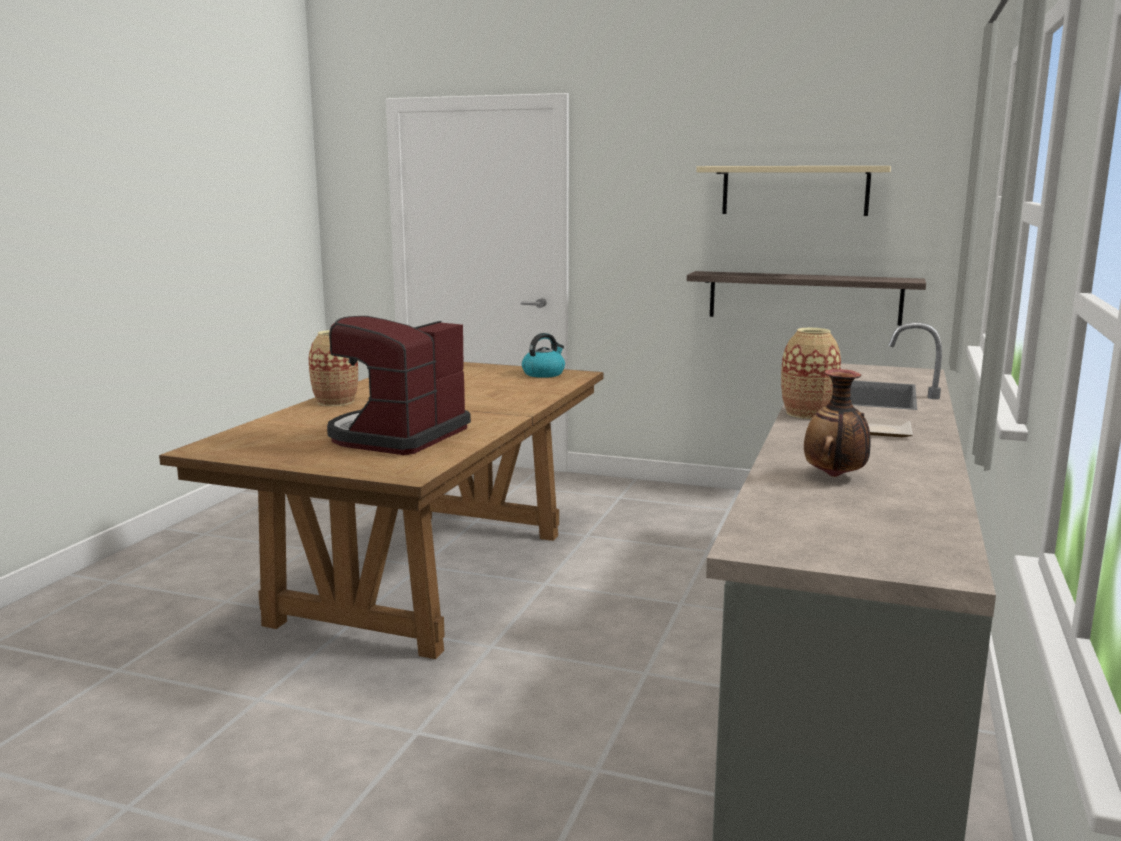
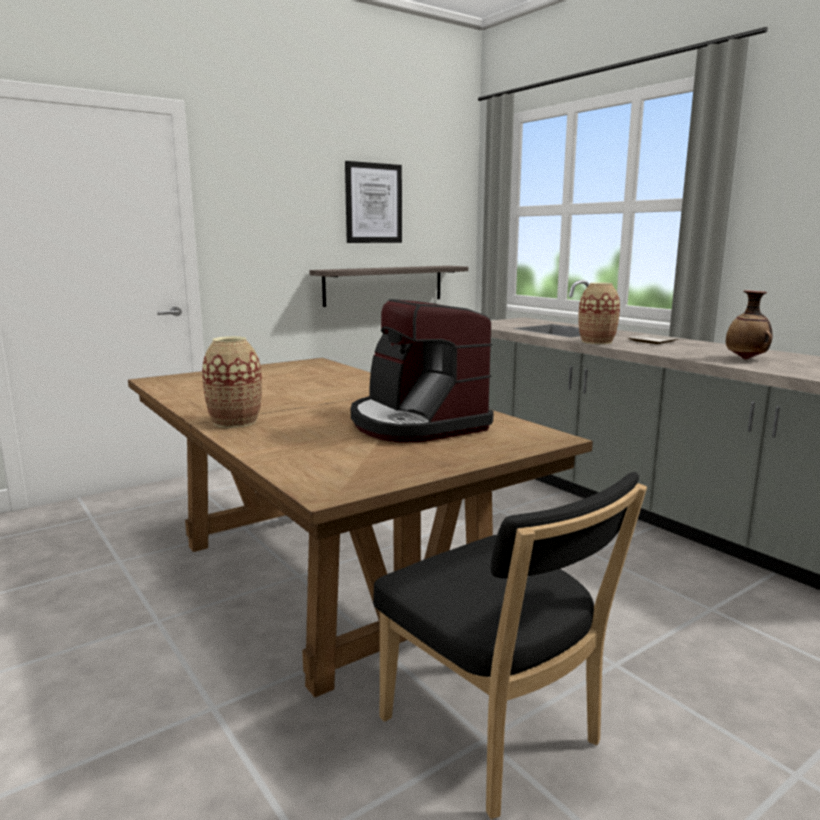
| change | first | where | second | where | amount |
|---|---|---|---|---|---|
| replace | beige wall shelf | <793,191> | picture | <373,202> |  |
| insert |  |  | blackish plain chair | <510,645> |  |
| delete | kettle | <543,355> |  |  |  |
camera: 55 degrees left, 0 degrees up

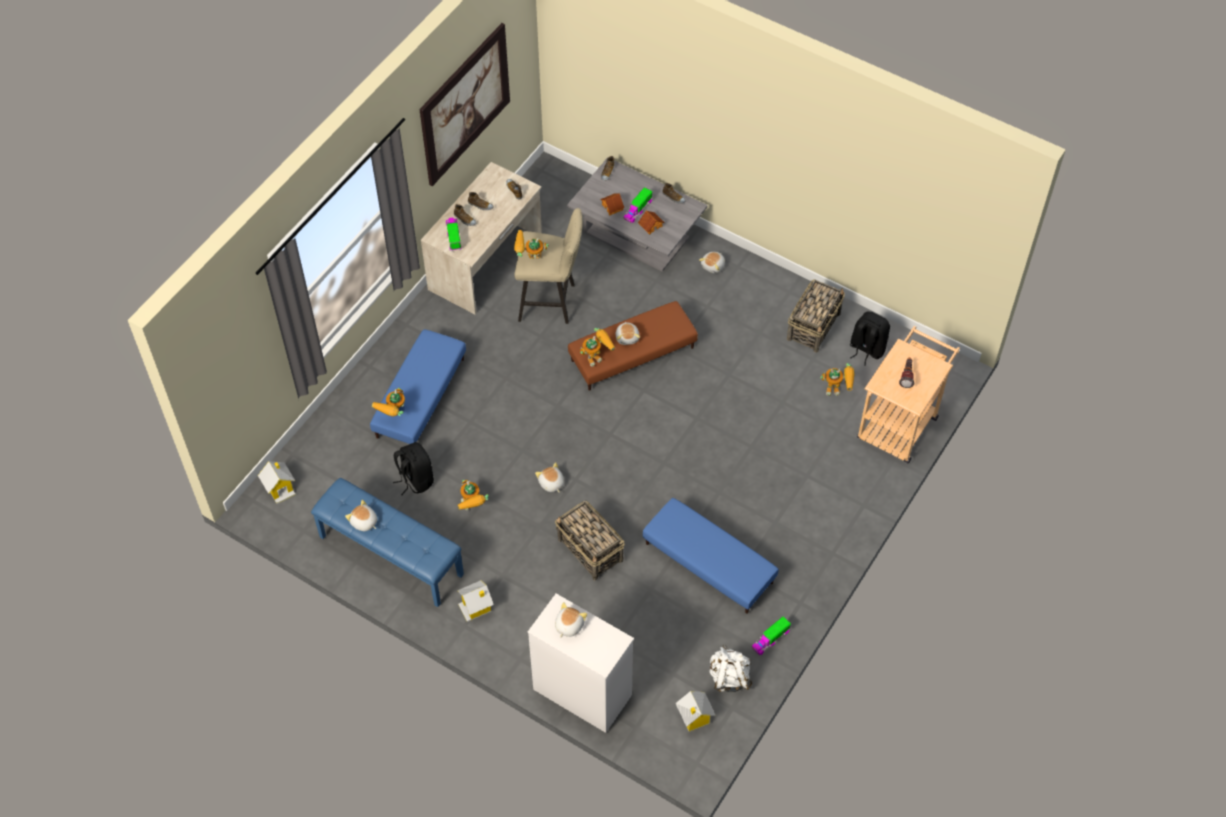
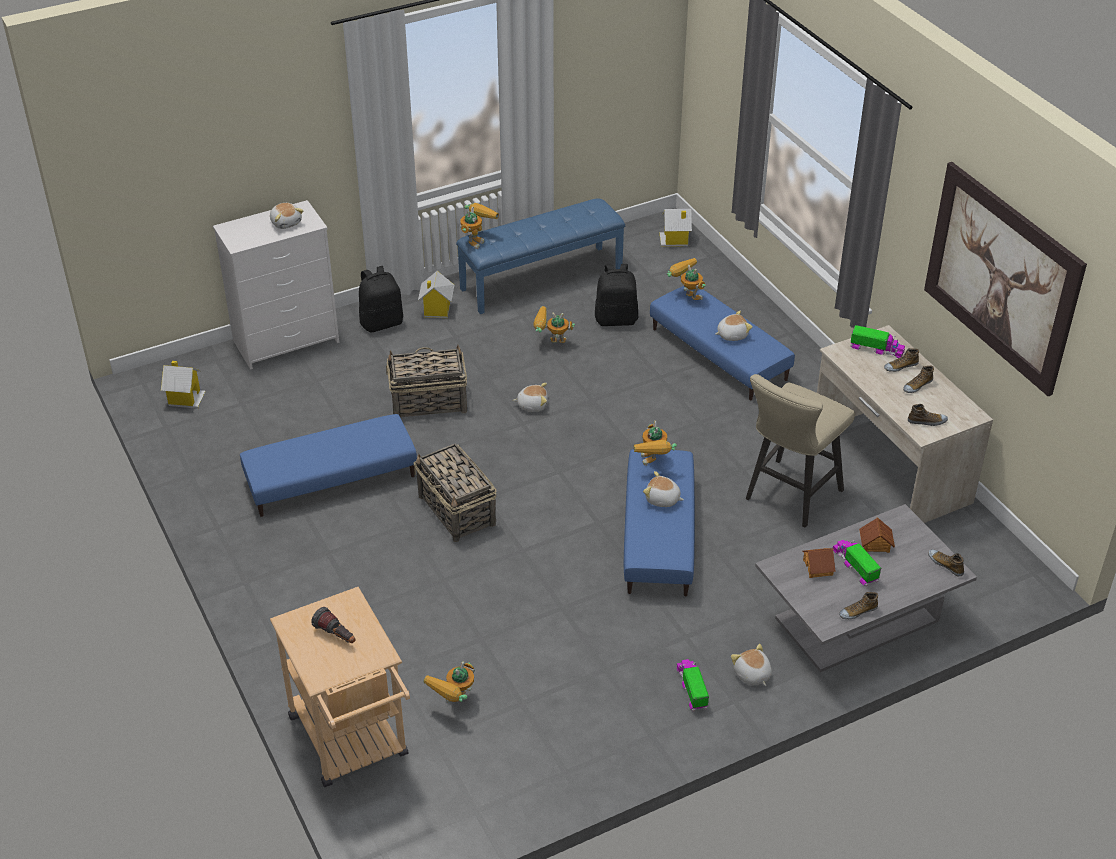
| change | first | where | second | where | amount |
|---|---|---|---|---|---|
| move | blackish knapsack | <870,338> |  | <381,299> |  |
| move | household basket | <816,316> |  | <455,492> |  |
| move | toy robot | <531,244> |  | <479,226> |  |
| recolor | brownish footrest | <633,346> | bluish footrest | <659,522> |  |
| move | toy truck | <771,635> |  | <693,685> |  |
| move | cuddly toy | <361,515> |  | <733,326> |  |
| delete | whitish knapsack | <731,668> |  |  |  |
camera: 120 degrees right, 15 degrees down

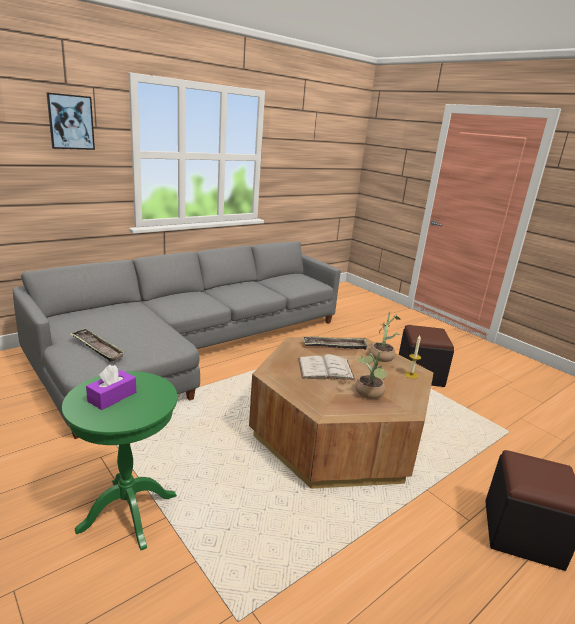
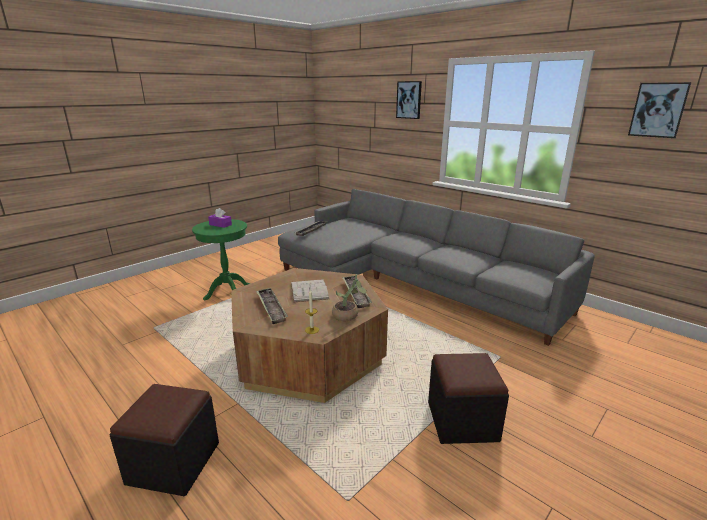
| change | first | where | second | where | amount |
|---|---|---|---|---|---|
| replace | potted plant | <371,375> | tray | <272,306> |  |
| insert |  |  | picture | <659,110> |  |
camera: 85 degrees right, 0 degrees up

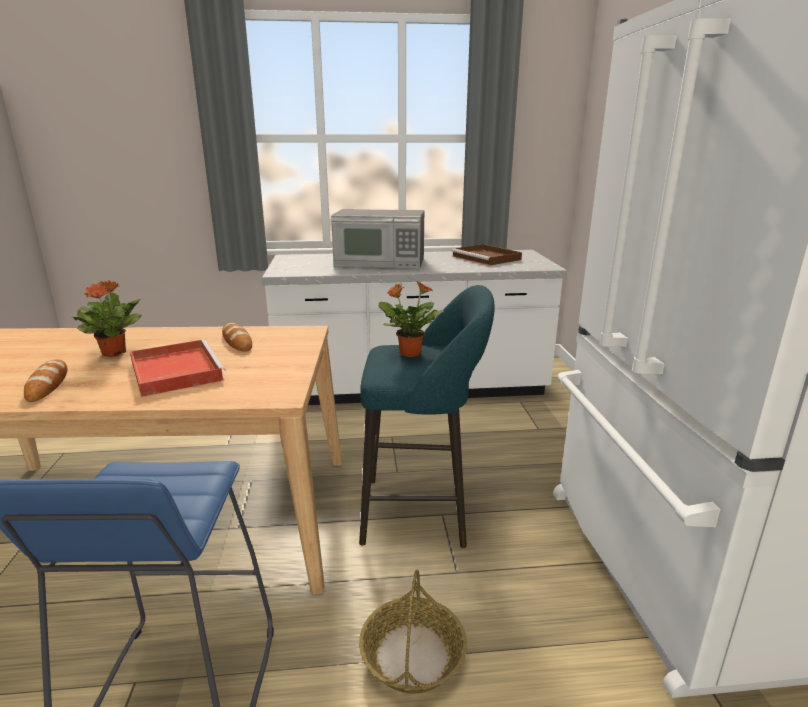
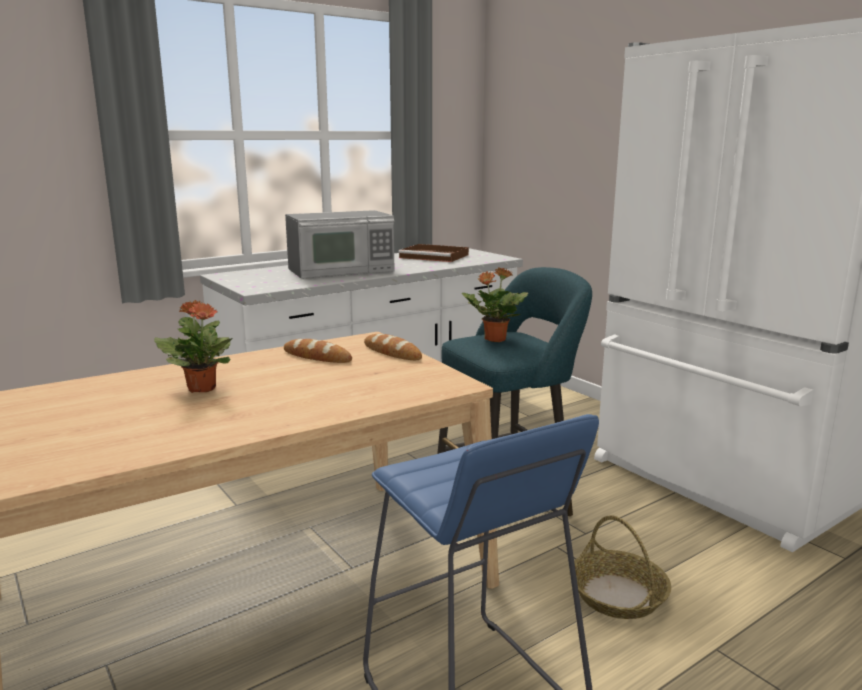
| change | first | where | second | where | amount |
|---|---|---|---|---|---|
| move | bakery bread | <45,380> |  | <393,347> |  |
| delete | reddish tray | <178,368> |  |  |  |
camera: 30 degrees left, 5 degrees down

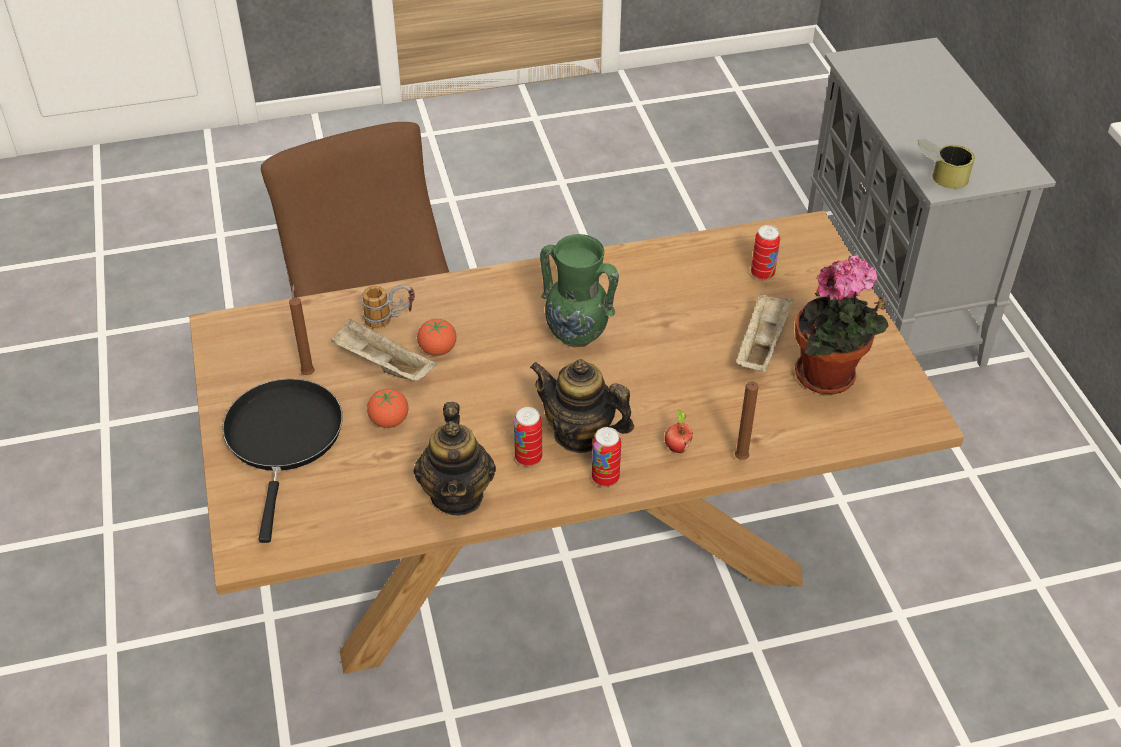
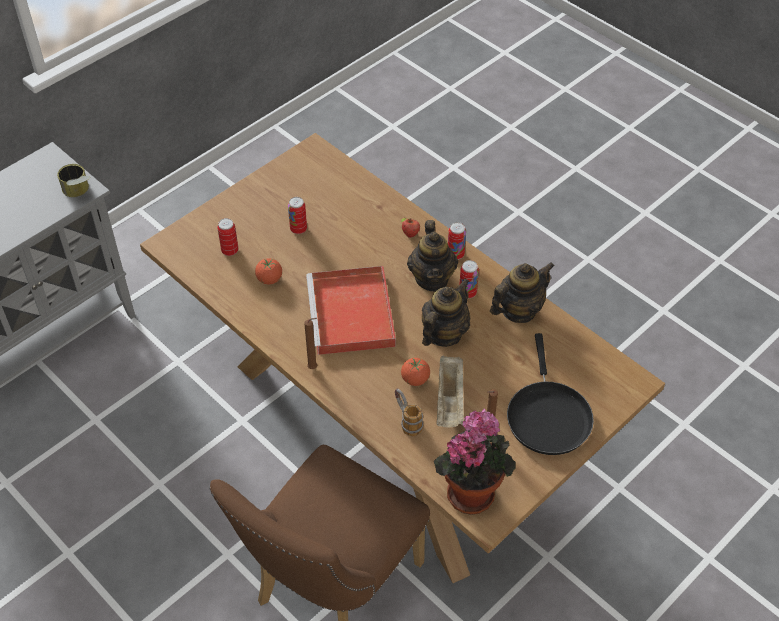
| change | first | where | second | where | amount |
|---|---|---|---|---|---|
| move | tomato | <387,408> |  | <268,271> |  |
| replace | beige tray | <765,332> | can | <297,215> |  |
| move | brownish wax light | <746,420> |  | <310,343> |  |
| replace | green-coloured decorative vase | <579,291> | reddish tray | <351,310> |  |
| insert |  |  | tea pot | <446,312> |  |
| move | potted plant | <842,324> |  | <475,462> |  |
| rotate | blackish pan | <282,461> |  | <550,394> | 60 degrees counterclockwise |
camera: 120 degrees left, 5 degrees up

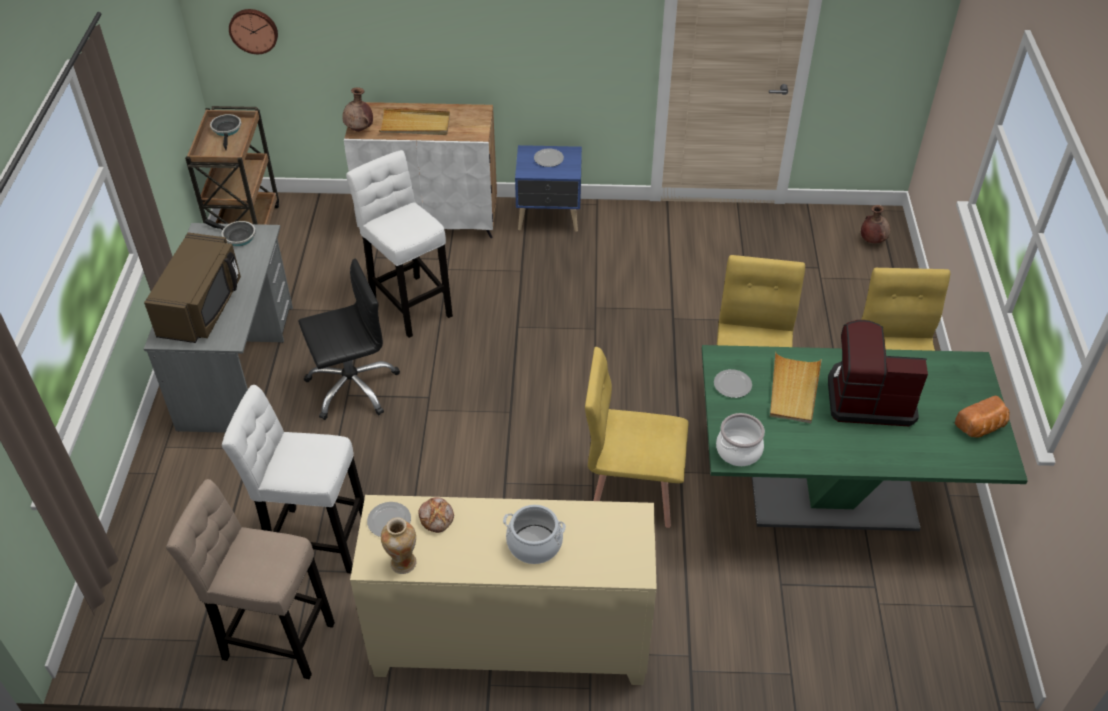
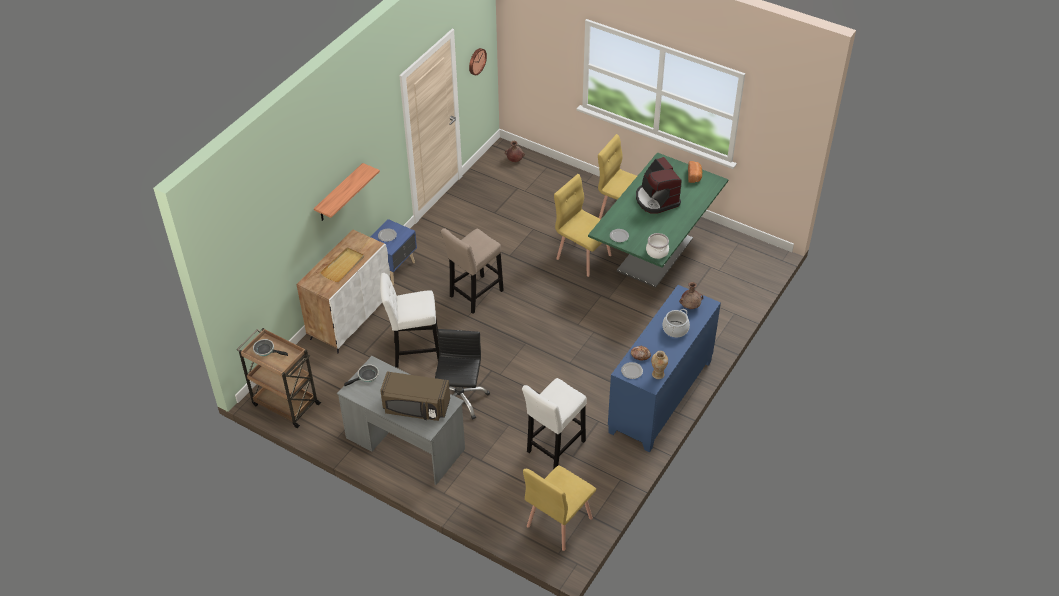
| change | first | where | second | where | amount |
|---|---|---|---|---|---|
| insert |  |  | wall shelf | <347,192> |  |
| rotate | brownish microwave | <192,287> |  | <415,396> | 150 degrees clockwise |
| move | beige stool | <250,579> |  | <472,271> |  |
| move | clock on the wall | <253,31> |  | <478,61> |  |
| move | yellow-coloured plain chair | <637,437> |  | <559,508> |  |
| recolor | beige cabinet | <503,590> | bluish cabinet | <664,368> |  |
| rotate | coffee maker | <878,373> |  | <659,185> | 60 degrees counterclockwise |
| move | brownish decorative vase | <357,109> |  | <691,295> |  |
| delete | beige tray | <796,387> |  |  |  |
camera: 60 degrees left, 0 degrees up

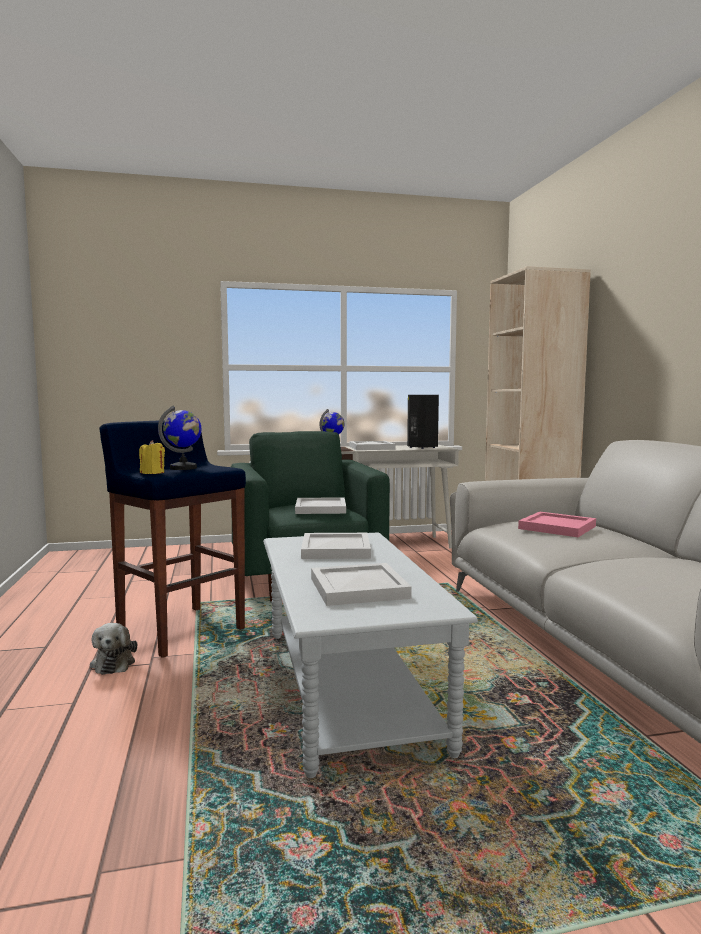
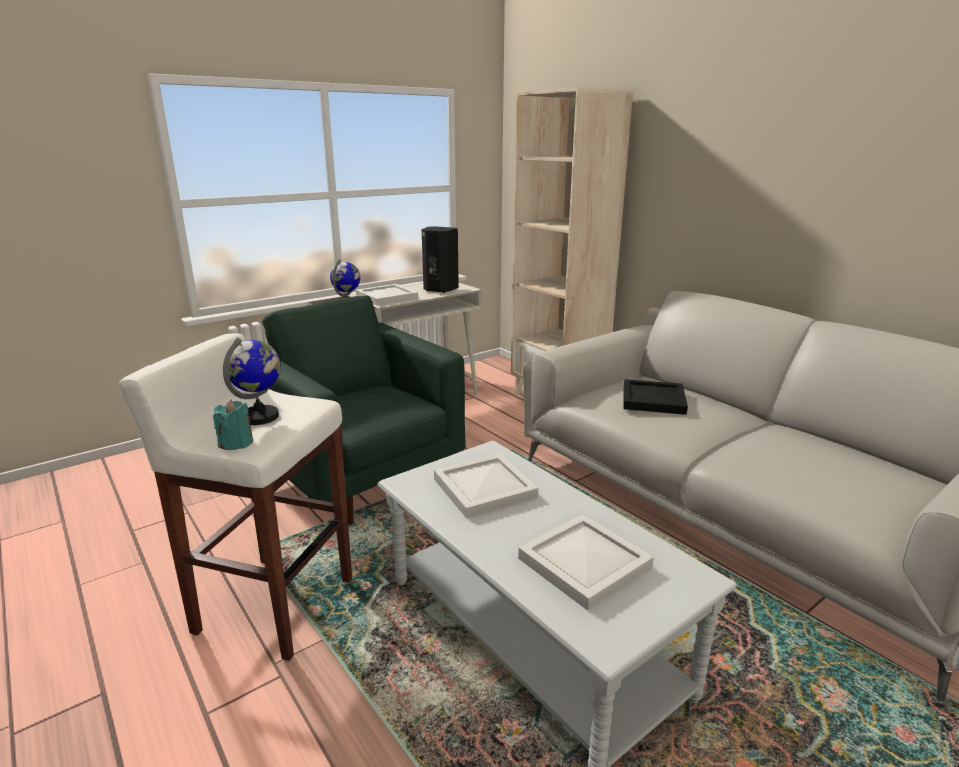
| change | first | where | second | where | amount |
|---|---|---|---|---|---|
| recolor | bluish stool | <172,539> | whitish stool | <235,497> |  |
| recolor | yellow-coloured wax light | <152,457> | blue-green wax light | <233,424> |  |
| recolor | pink tray | <557,524> | blackish tray | <655,397> |  |
| delete | cuddly toy | <113,649> |  |  |  |
| delete | whitish tray | <320,505> |  |  |  |
camera: 25 degrees left, 15 degrees up

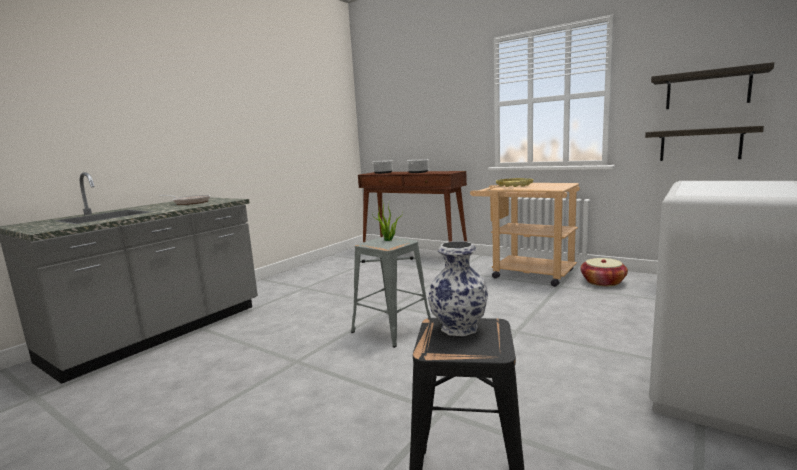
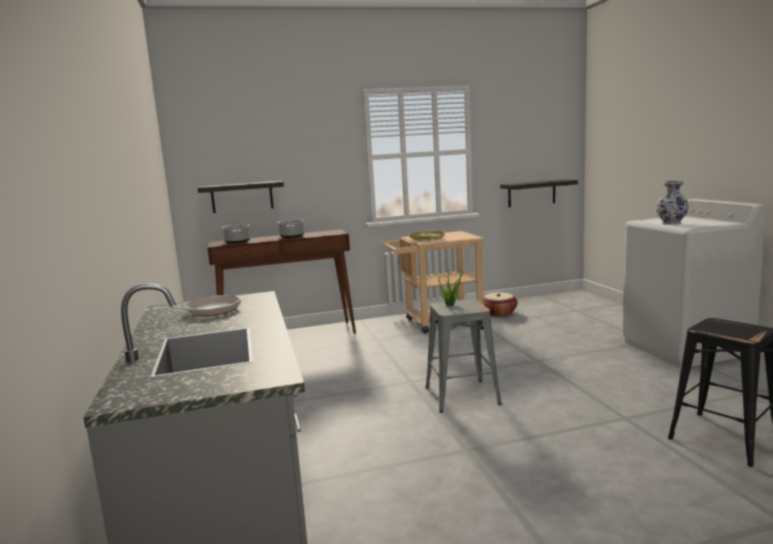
| change | first | where | second | where | amount |
|---|---|---|---|---|---|
| move | wall shelf | <712,85> |  | <241,197> |  |
| move | decorative vase | <458,288> |  | <672,203> |  |
camera: 50 degrees left, 0 degrees up

